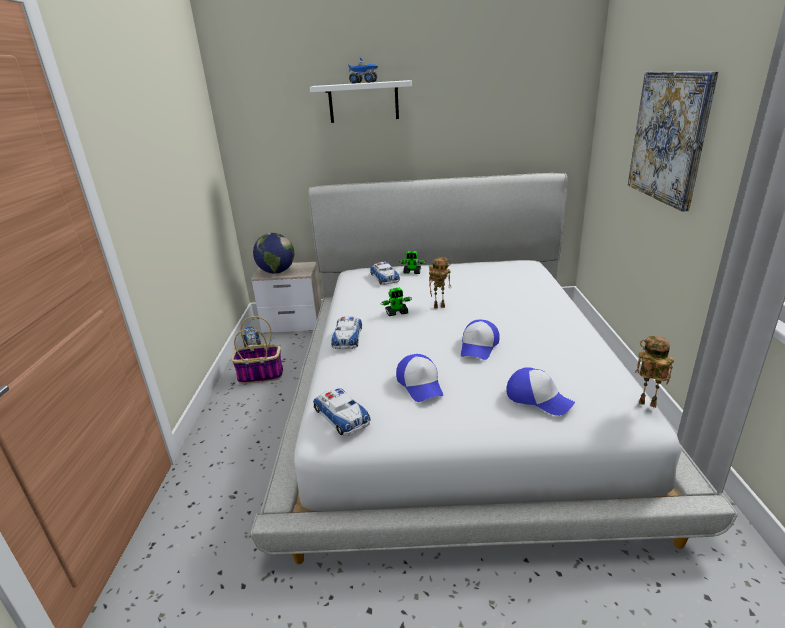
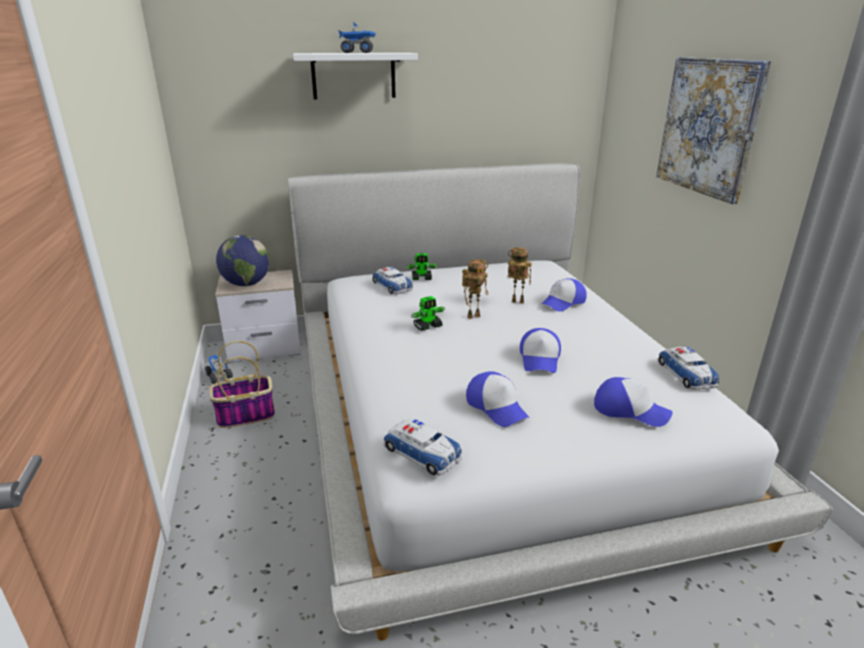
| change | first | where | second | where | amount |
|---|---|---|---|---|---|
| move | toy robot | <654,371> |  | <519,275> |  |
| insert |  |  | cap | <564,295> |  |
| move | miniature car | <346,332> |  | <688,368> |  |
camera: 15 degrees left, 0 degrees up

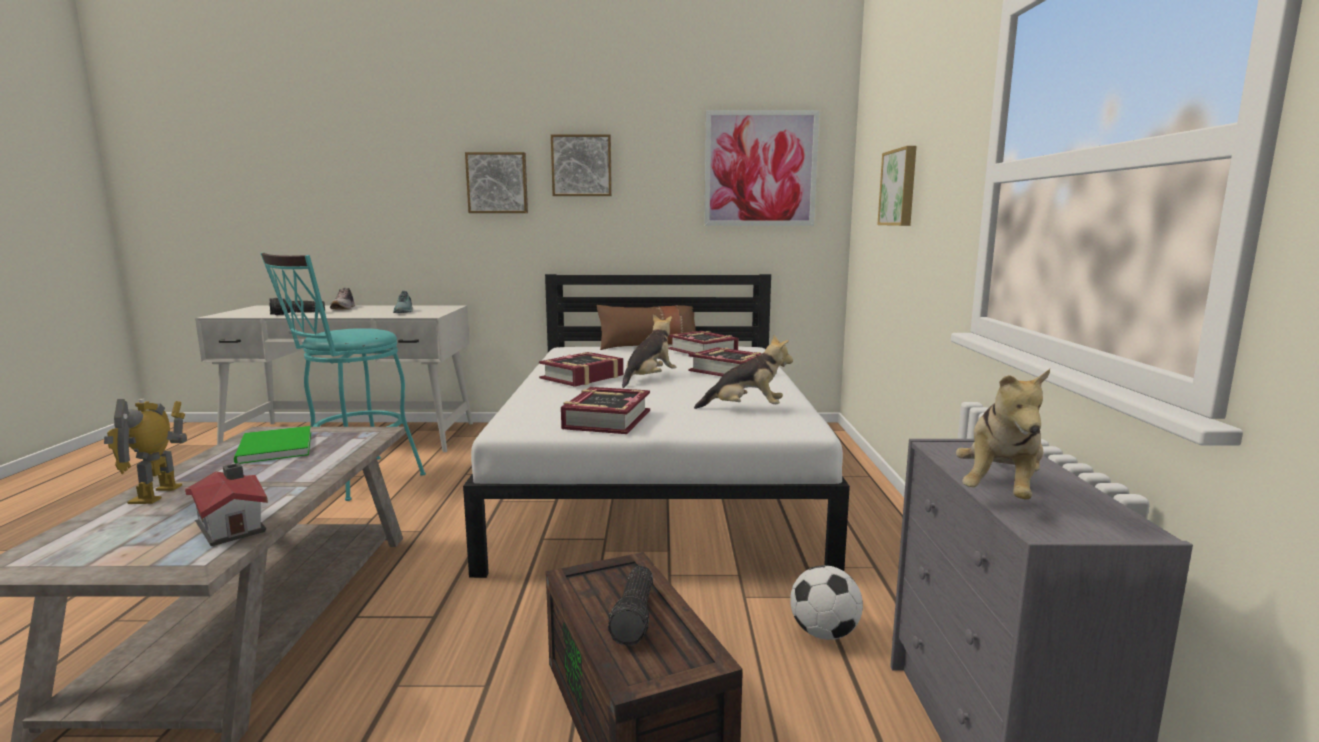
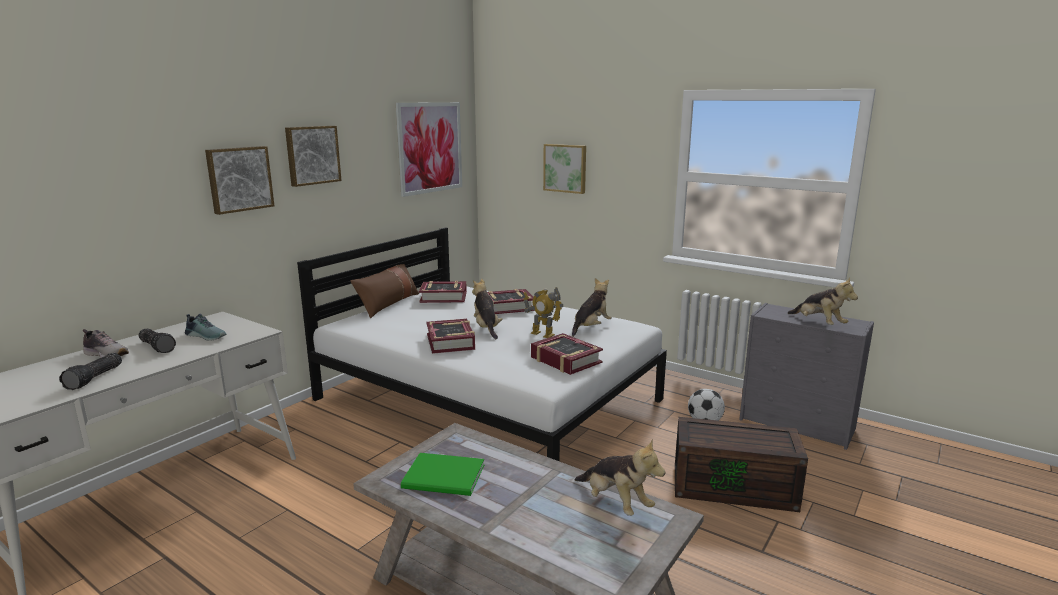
| change | first | where | second | where | amount |
|---|---|---|---|---|---|
| move | flashlight | <630,606> |  | <157,341> |  |
| move | toy robot | <145,451> |  | <543,312> |  |
| replace | toy house | <226,504> | cuddly toy | <620,477> |  |
| delete | blue-green stool | <343,376> |  |  |  |
camera: 55 degrees left, 5 degrees up

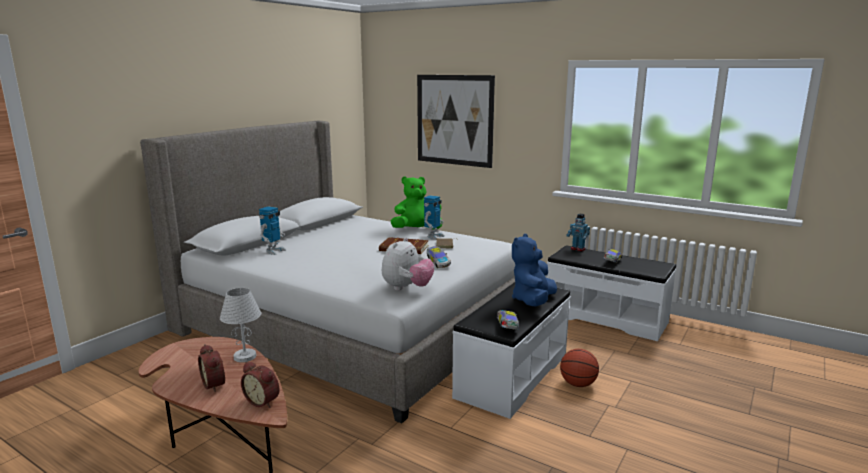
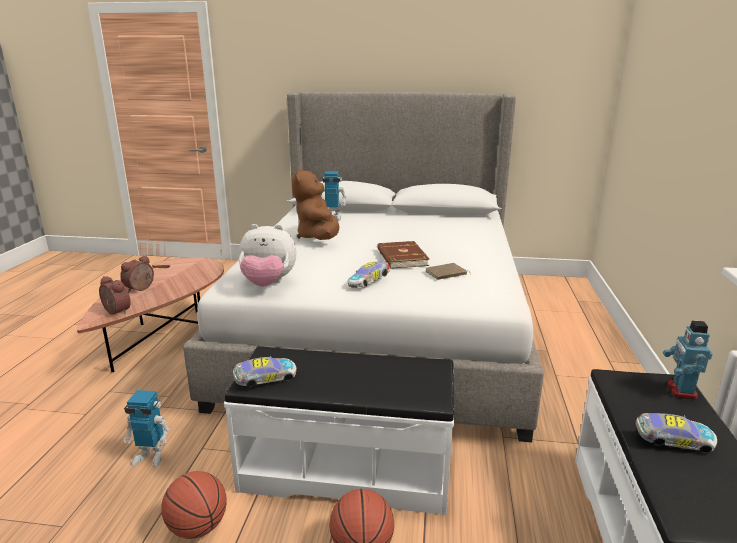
| change | first | where | second | where | amount |
|---|---|---|---|---|---|
| rotate | table clock | <260,385> |  | <115,295> | 120 degrees clockwise |
| move | toy robot | <434,217> |  | <146,429> |  |
| insert |  |  | ball for basketball | <194,505> |  |
| insert |  |  | brownish cuddly toy | <315,204> |  |
| delete | whitish tabletop lamp | <240,325> |  |  |  |
| delete | green-coloured cuddly toy | <417,203> |  |  |  |
| delete | picture | <456,121> |  |  |  |
| delete | bluish cuddly toy | <534,270> |  |  |  |
camera: 65 degrees right, 5 degrees up

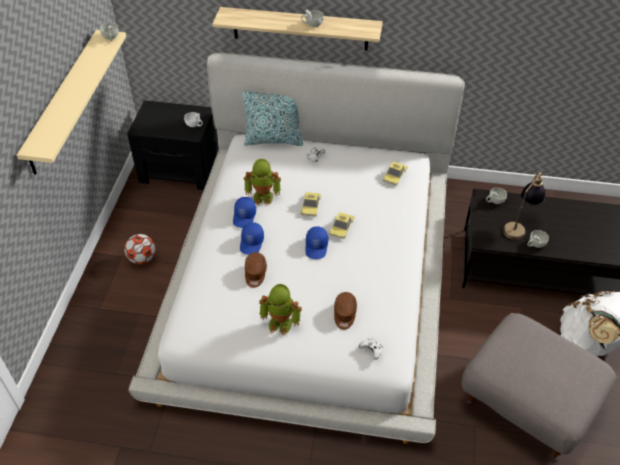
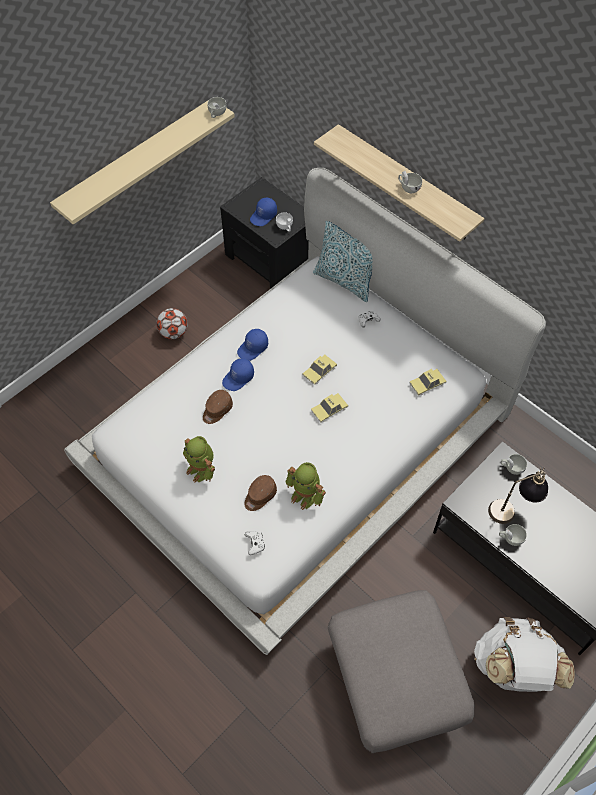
| change | first | where | second | where | amount |
|---|---|---|---|---|---|
| move | bluish cap | <316,242> |  | <263,212> |  |
| move | toy robot | <262,182> |  | <306,486> |  |
camera: 35 degrees right, 10 degrees up

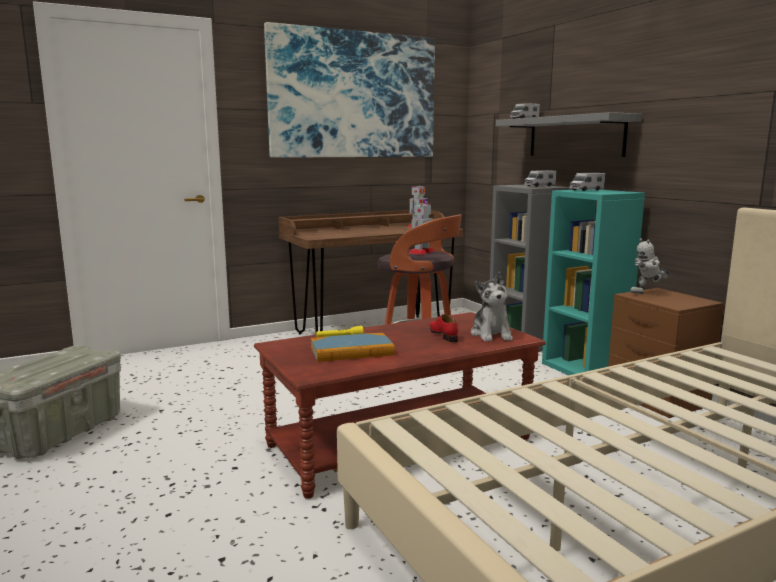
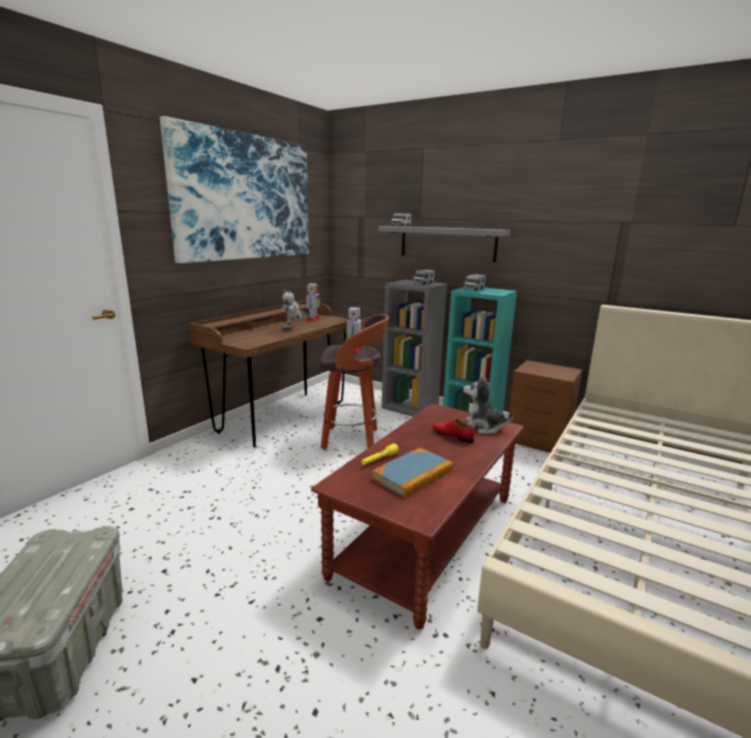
| change | first | where | second | where | amount |
|---|---|---|---|---|---|
| move | toy robot | <649,266> |  | <294,310> |  |
| rotate | cuddly toy | <492,306> |  | <489,405> | 150 degrees clockwise |
camera: 30 degrees left, 5 degrees up

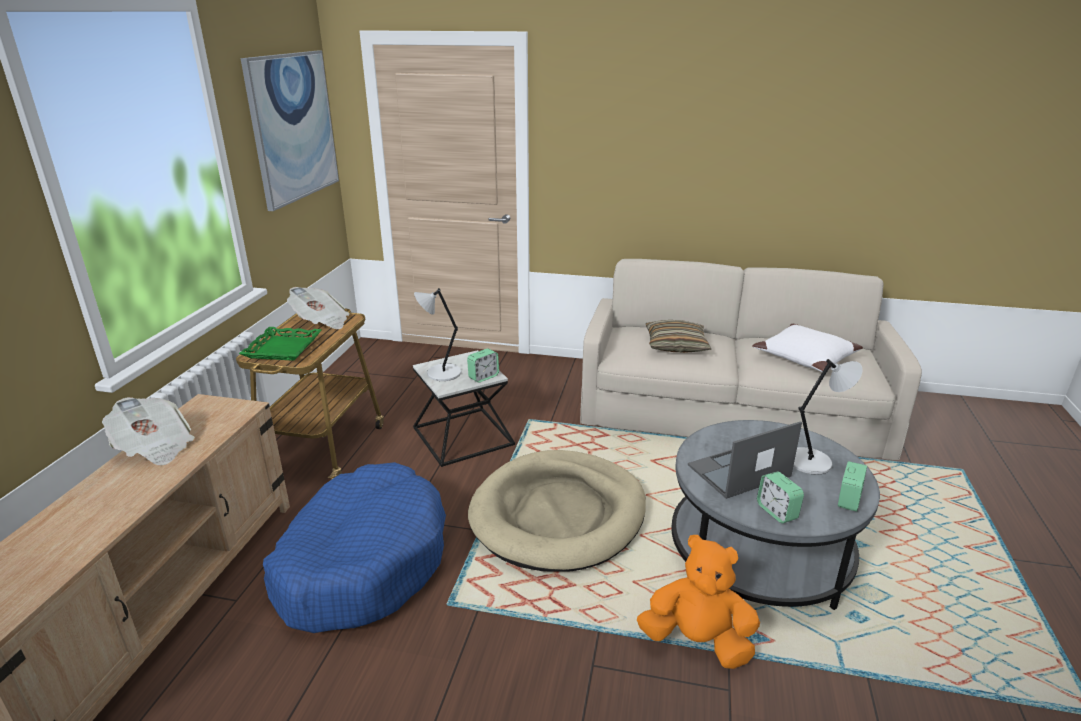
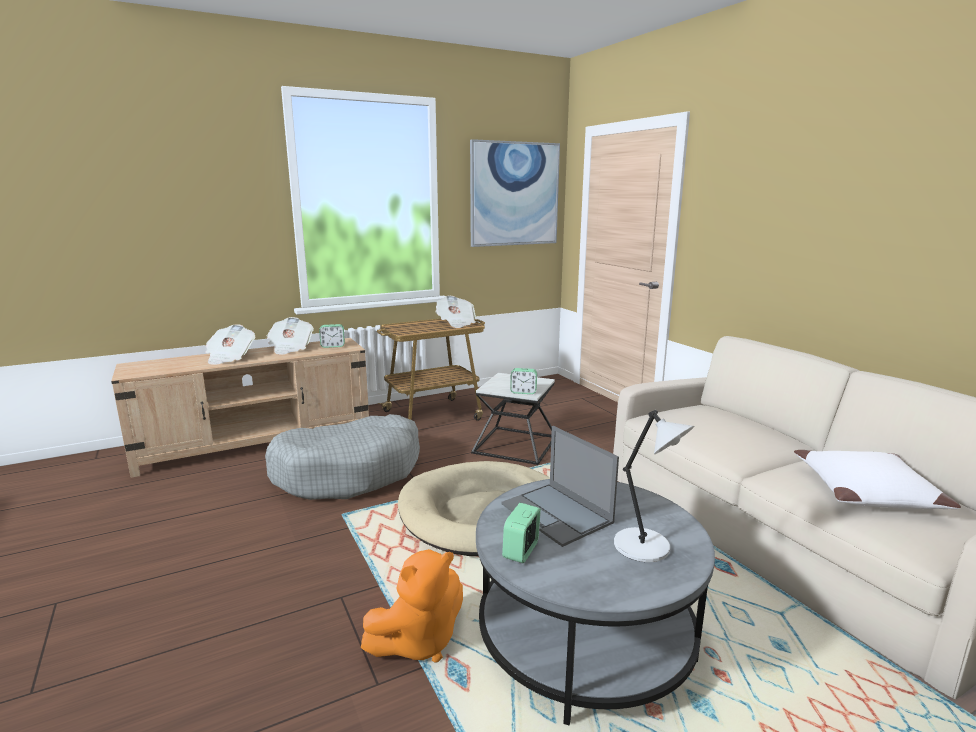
| change | first | where | second | where | amount |
|---|---|---|---|---|---|
| insert |  |  | newspaper | <230,344> |  |
| recolor | bluish dog bed | <354,547> | gray dog bed | <342,457> |  |
| move | table clock | <852,486> |  | <332,336> |  |
| rotate | orangey cuddly toy | <698,602> |  | <412,606> | 75 degrees clockwise |
| rotate | portable computer | <745,460> |  | <560,486> | 150 degrees counterclockwise |
| delete | green-coloured tray | <280,344> |  |  |  |
| delete | gray tabletop lamp | <438,334> |  |  |  |
| delete | throw pillow | <679,336> |  |  |  |
camera: 50 degrees right, 10 degrees down

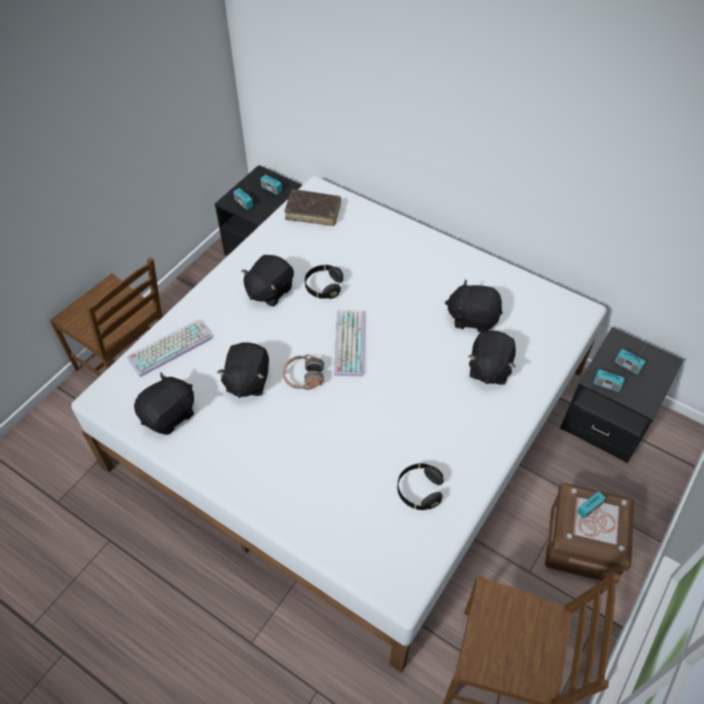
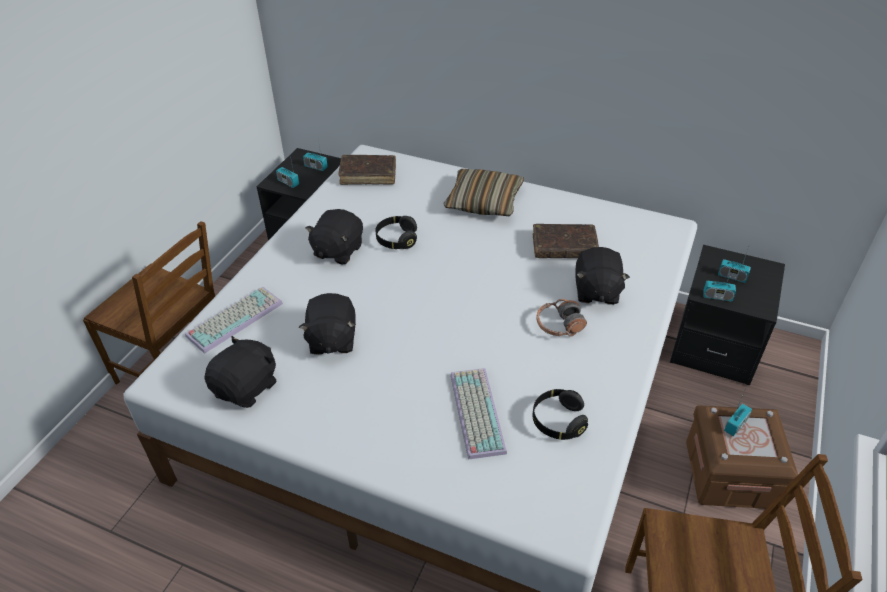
| change | first | where | second | where | amount |
|---|---|---|---|---|---|
| insert |  |  | throw pillow | <483,192> |  |
| move | PC keyboard | <349,343> |  | <479,414> |  |
| replace | blackish cuddly toy | <474,305> | brownish bound book | <566,241> |  |
| move | pair of headphones | <303,372> |  | <561,318> |  |
camera: 10 degrees left, 10 degrees down

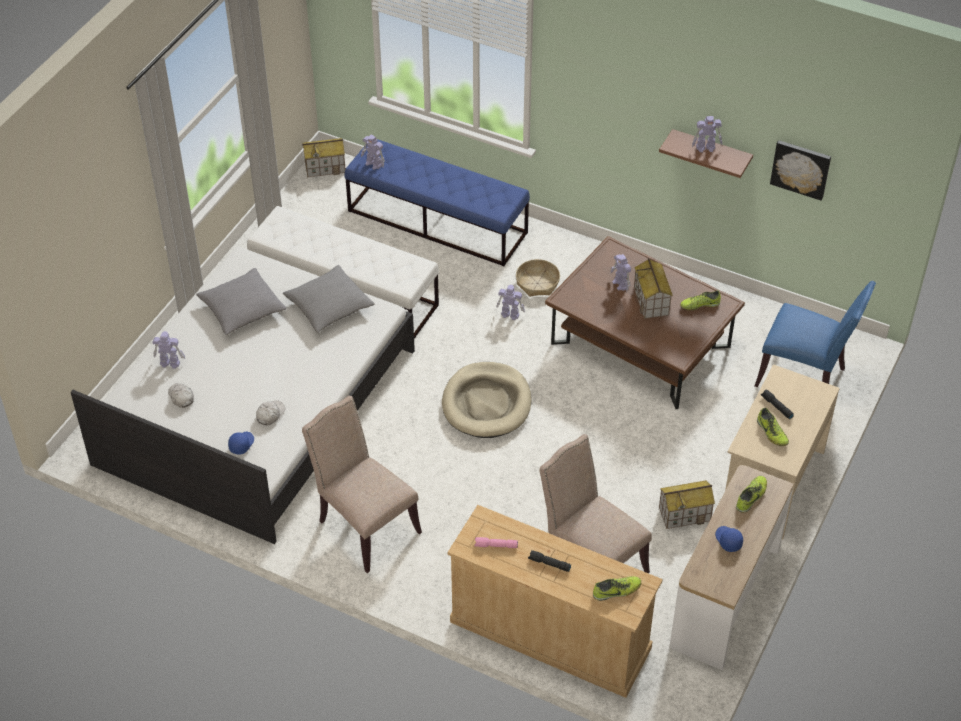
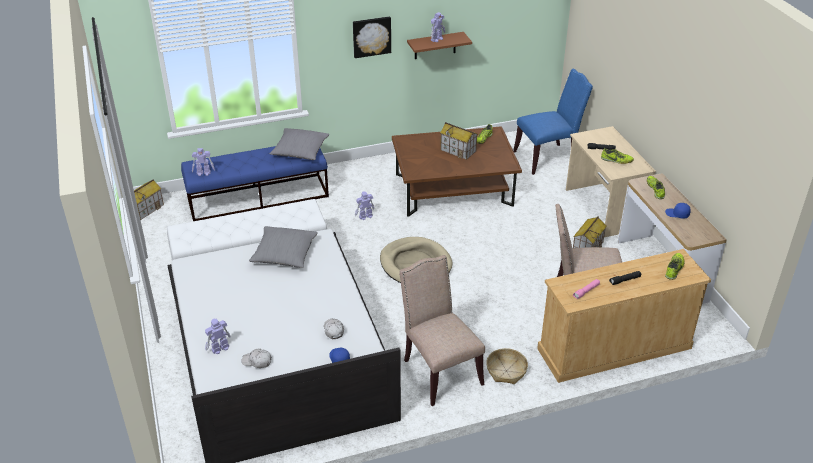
| change | first | where | second | where | amount |
|---|---|---|---|---|---|
| move | gray throw pillow | <241,301> |  | <299,144> |  |
| move | picture | <800,170> |  | <372,37> |  |
| rotate | beige plain chair | <362,484> |  | <442,330> | 60 degrees clockwise |
| move | household basket | <538,278> |  | <507,366> |  |
| delete | toy robot | <620,273> |  |  |  |
camera: 45 degrees left, 10 degrees down

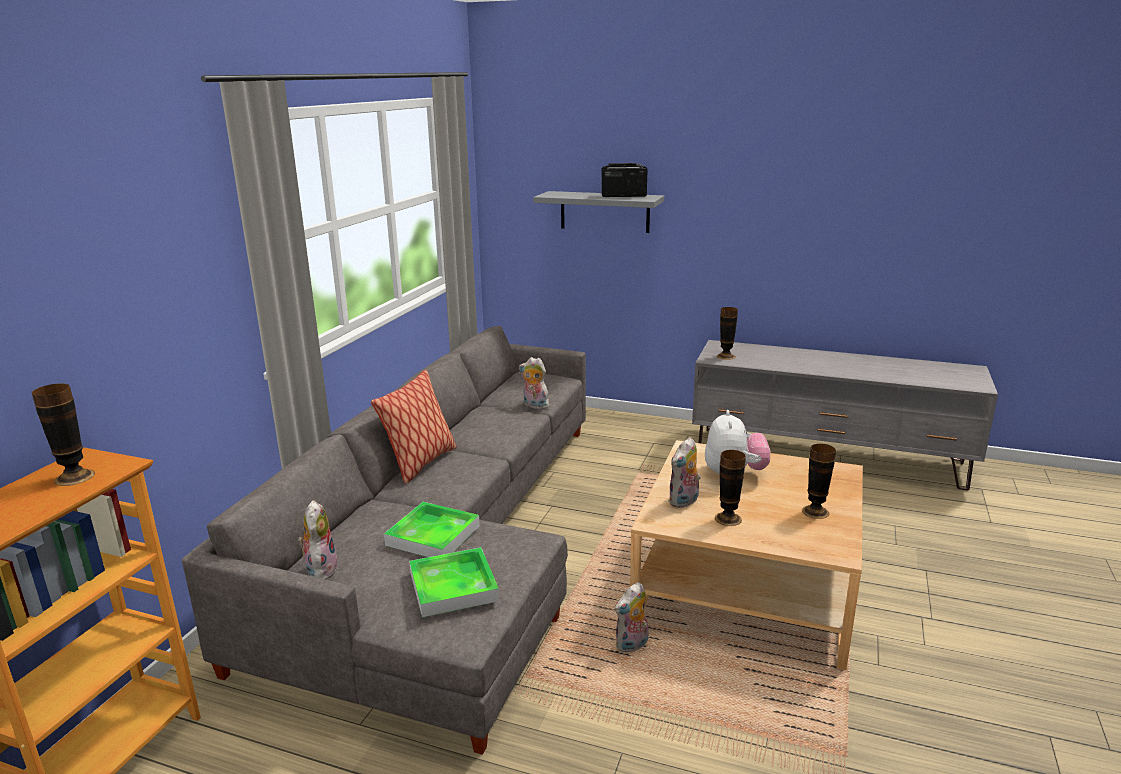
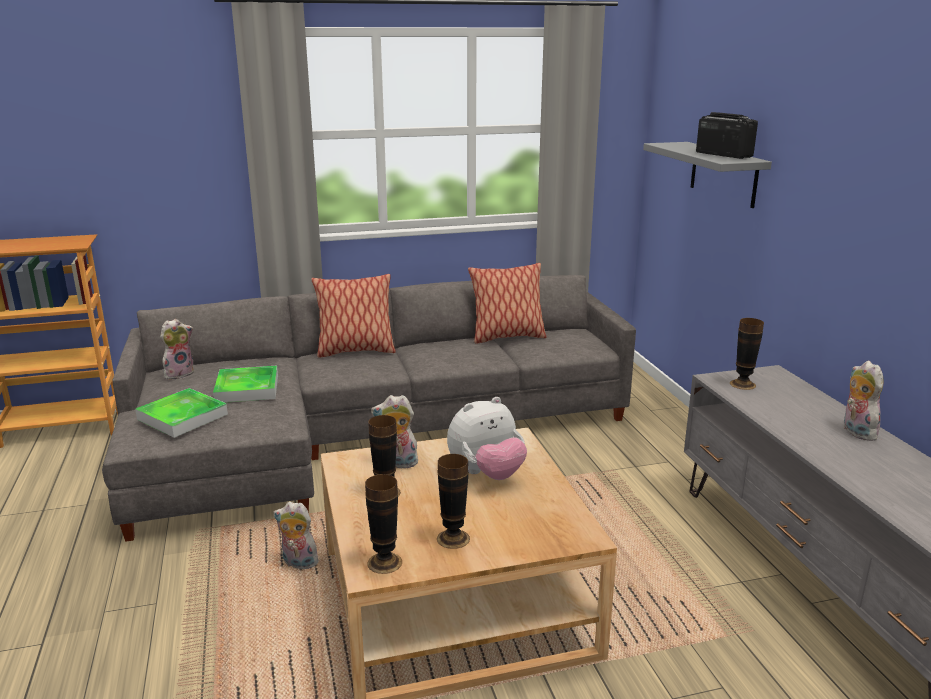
| change | first | where | second | where | amount |
|---|---|---|---|---|---|
| move | decorative vase | <63,434> |  | <383,524> |  |
| insert |  |  | throw pillow | <507,303> |  |
| move | cuddly toy | <534,383> |  | <863,401> |  |
camera: 55 degrees right, 0 degrees up

